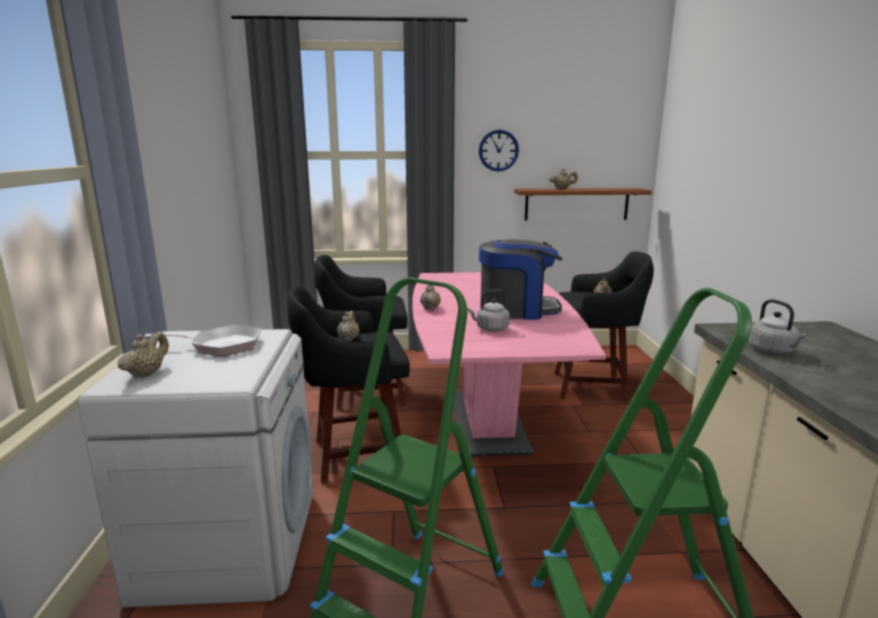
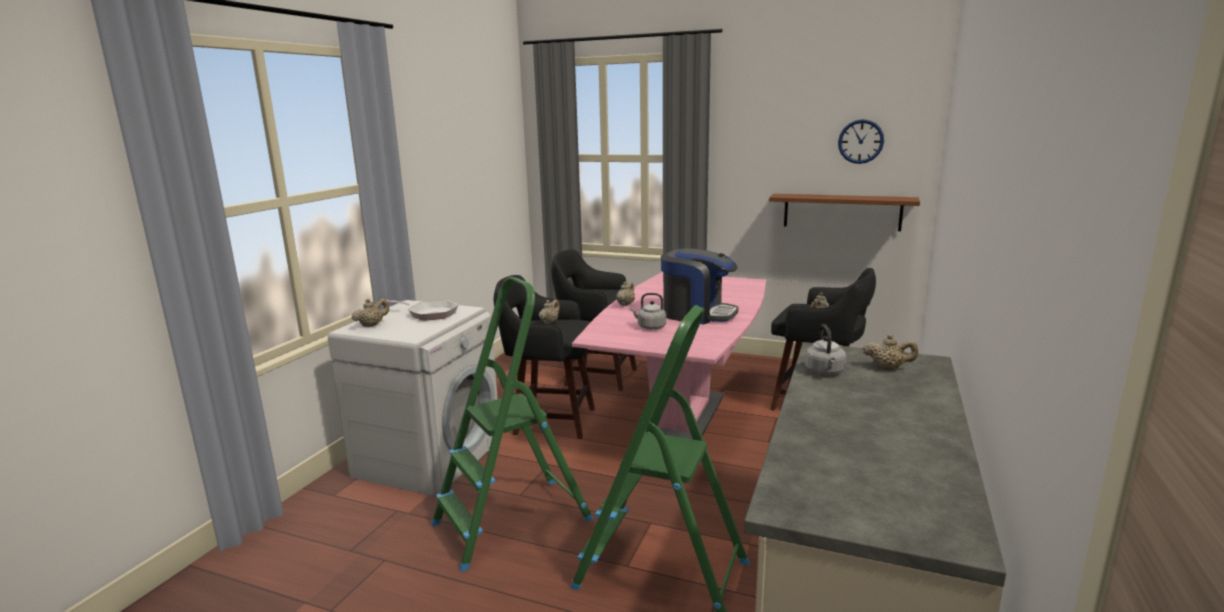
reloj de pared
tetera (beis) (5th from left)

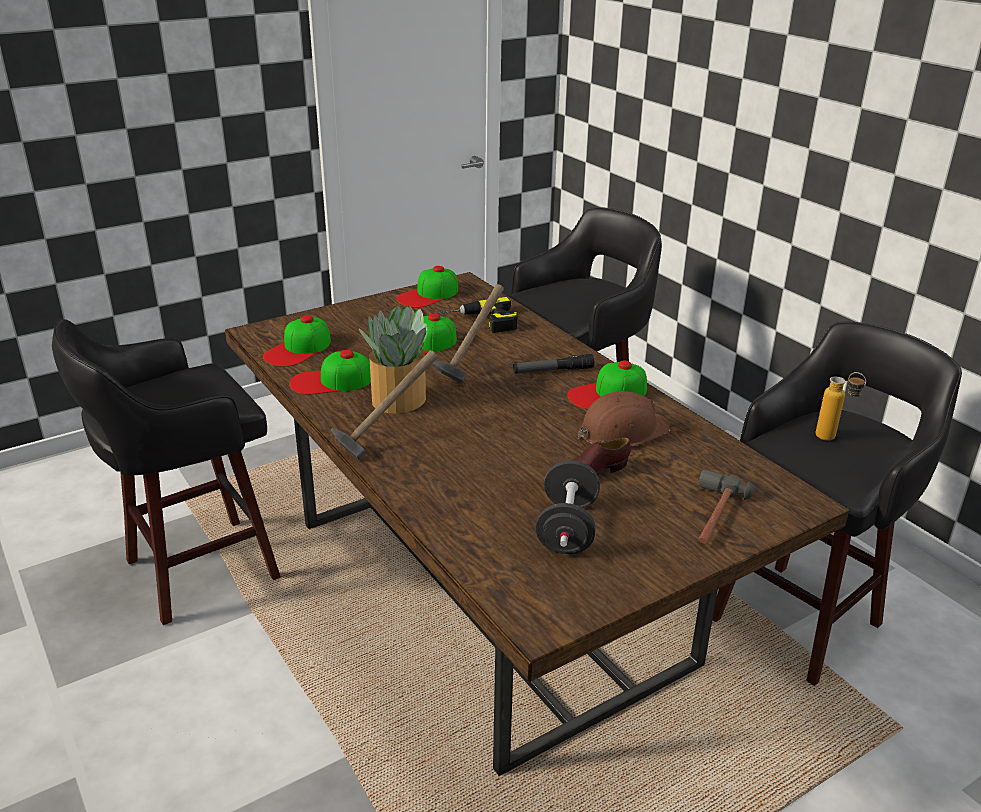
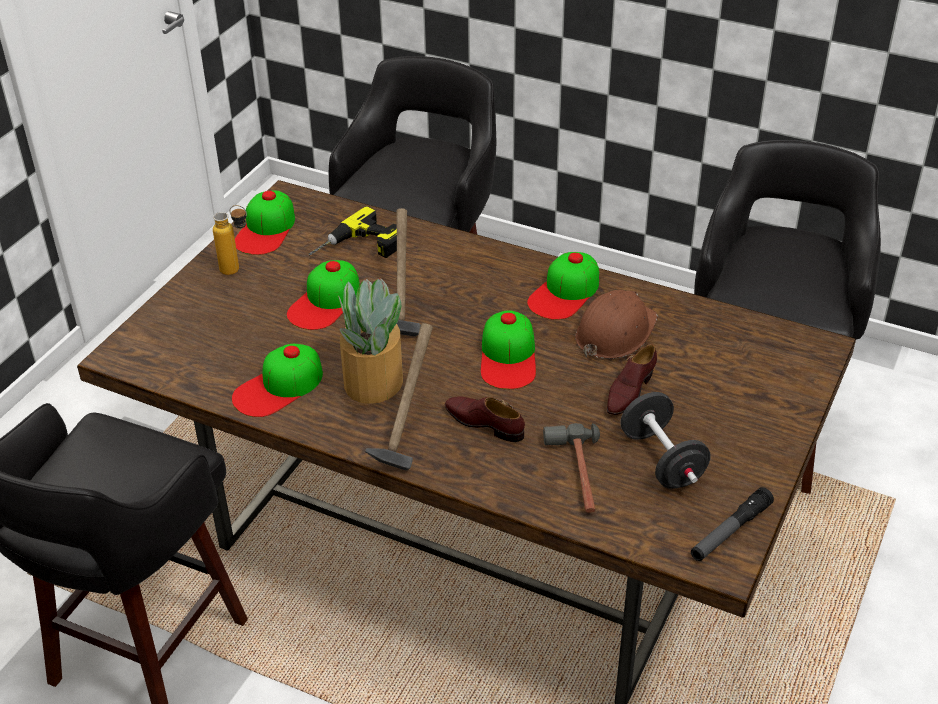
botella
zapato (marrón) (1st from left)
gorra (4th from left)
martillo (3rd from left)
linterna

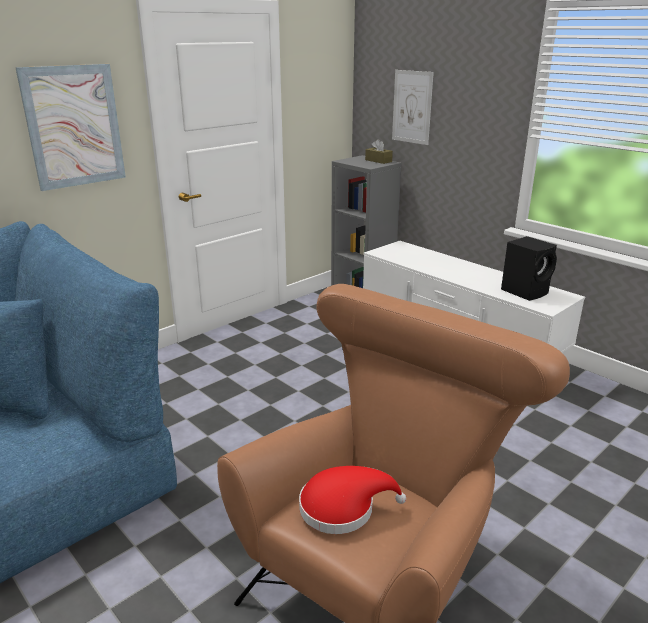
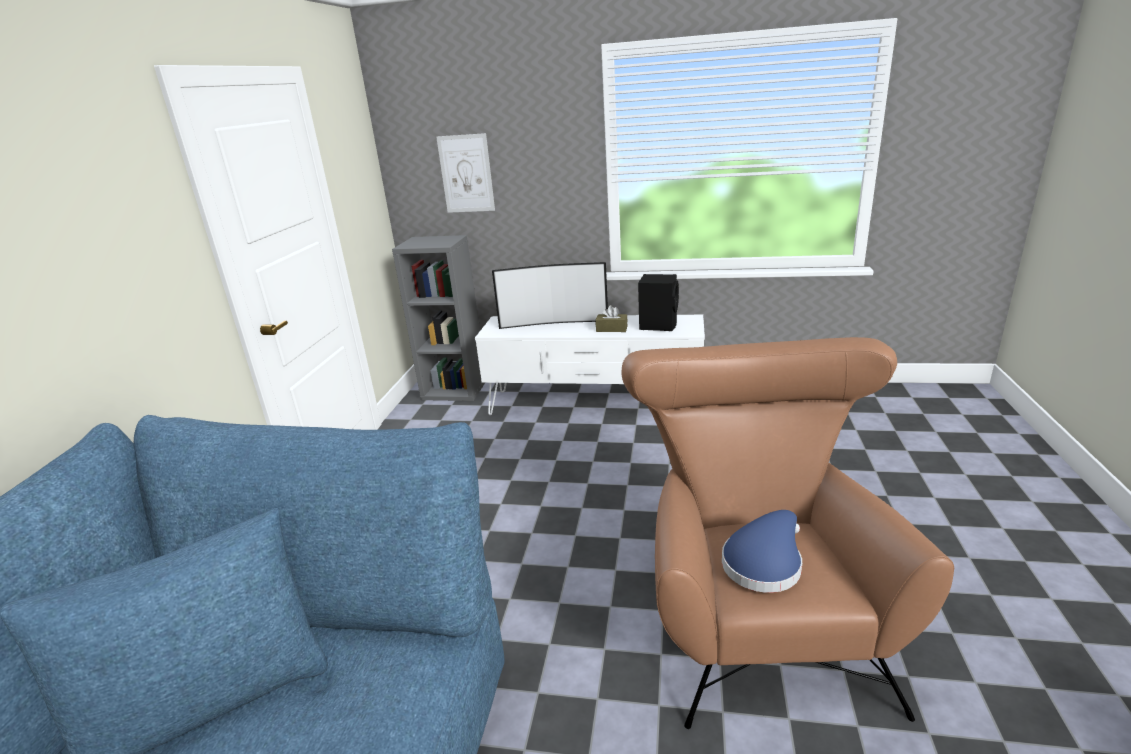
televisor
caja de pañuelos (marrón)
sombrero (azul)
cuadro (1st from left in the first image)

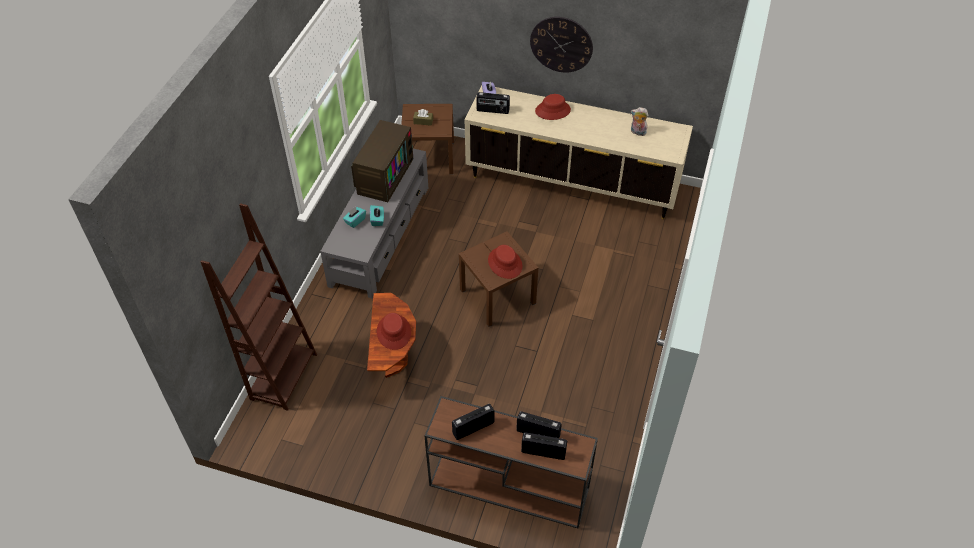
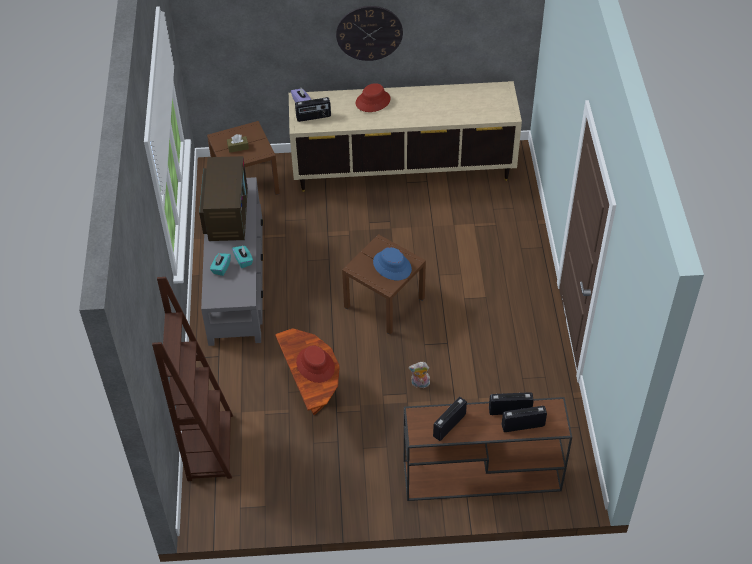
sombrero (azul)
peluche

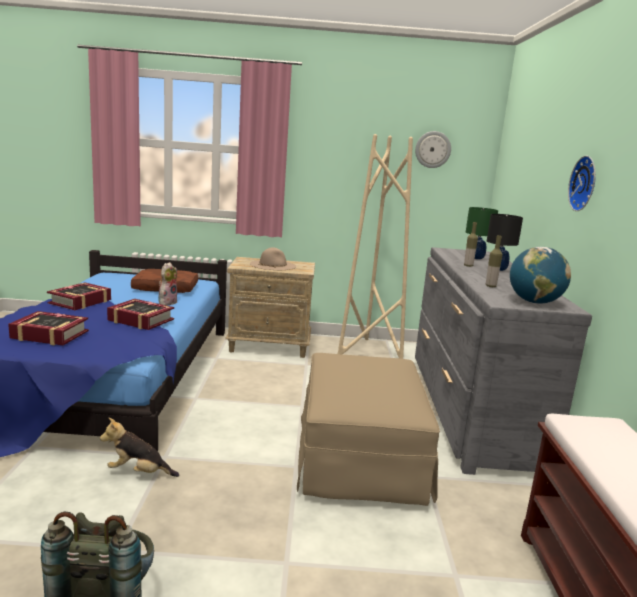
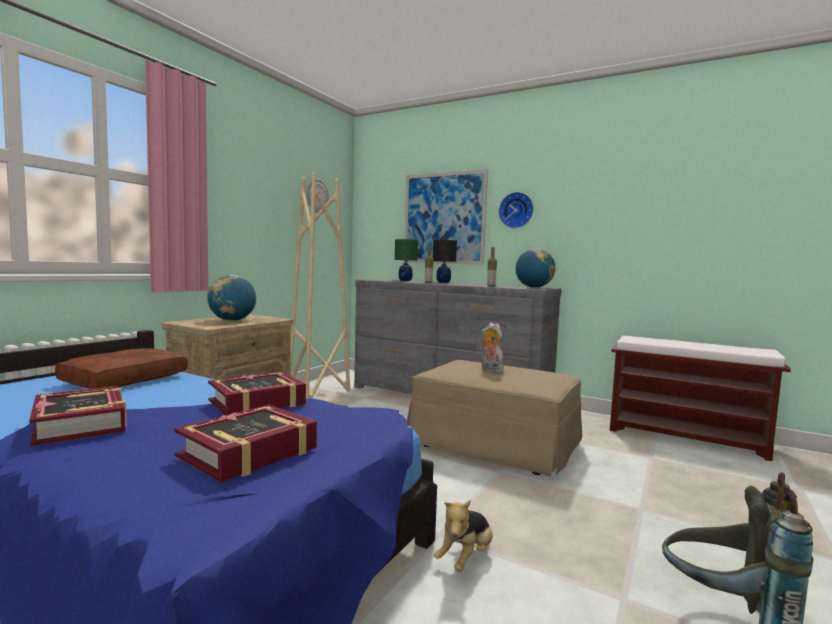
globo terráqueo (1st from left)
cuadro
peluche (2nd from left)

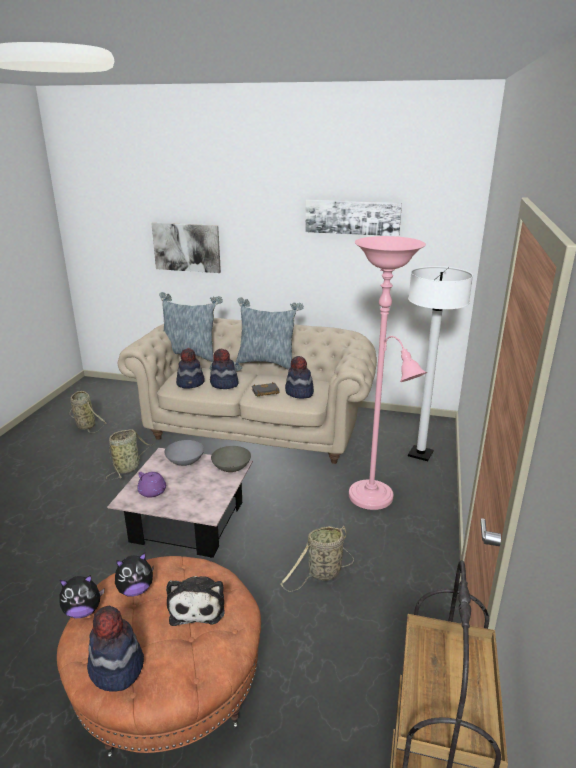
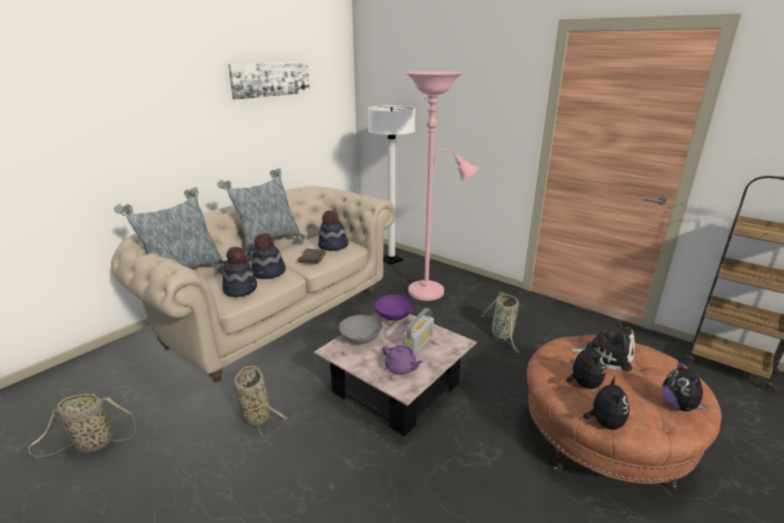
cuenco (morado)
tetera (morado)
radio
peluche (4th from left)
cuadro (1st from left in the first image)

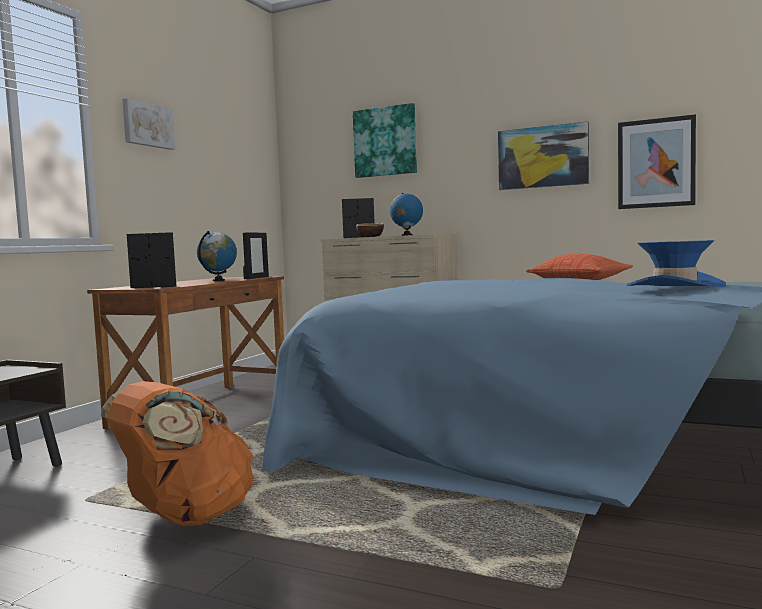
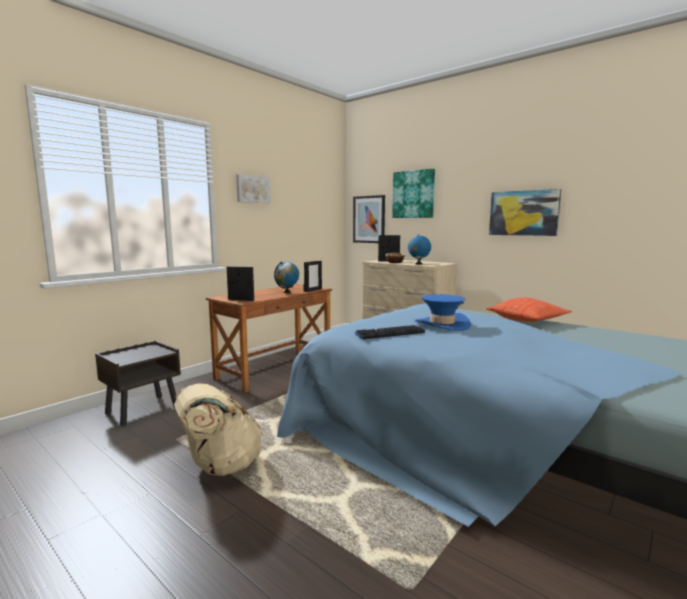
mochila (beis)
cuadro (2nd from left)
teclado
sombrero (azul)

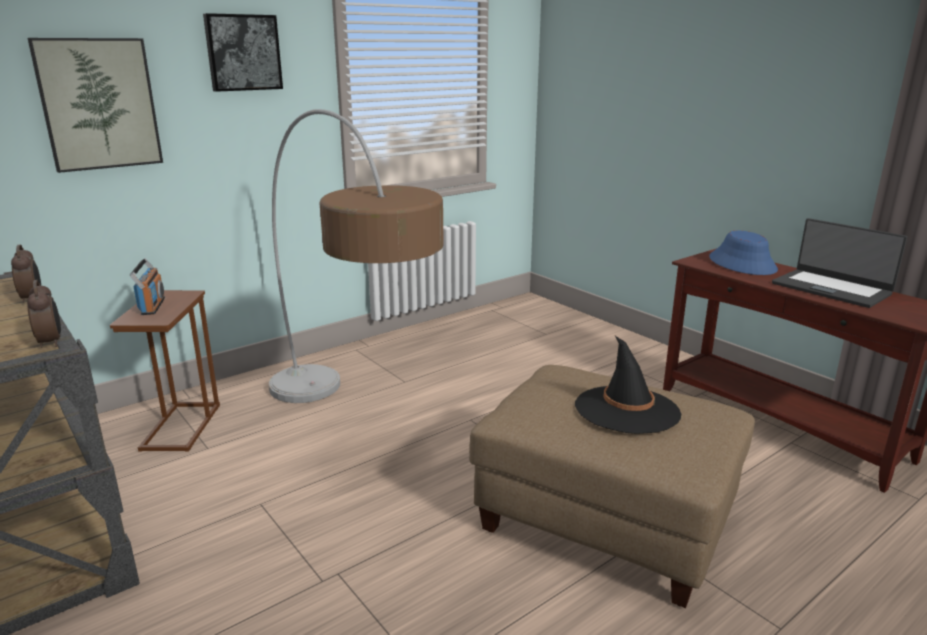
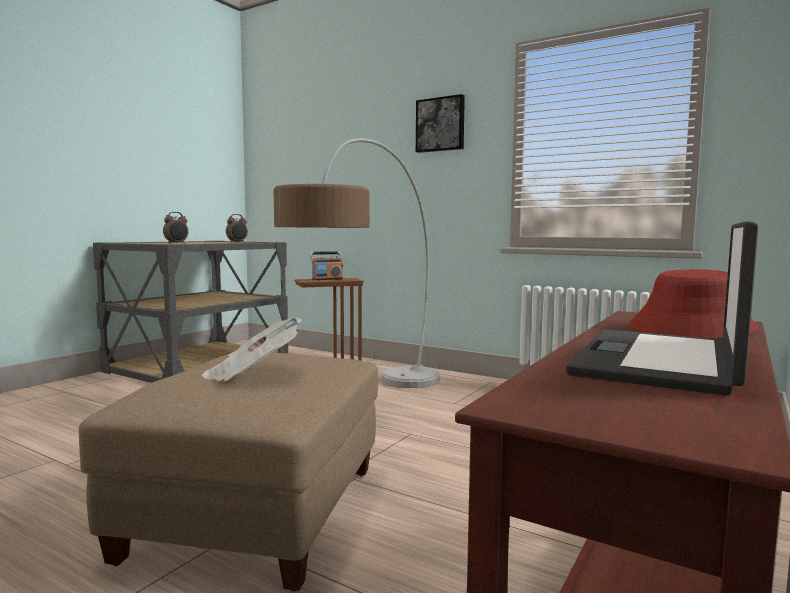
periódico
sombrero (rojo)
cuadro (1st from left in the first image)

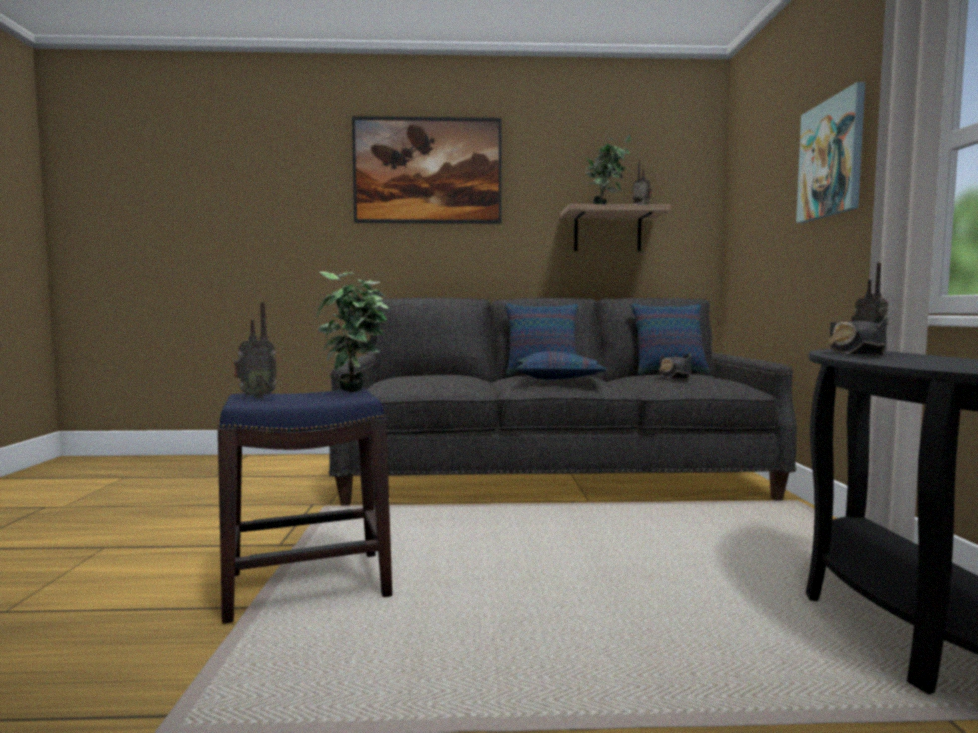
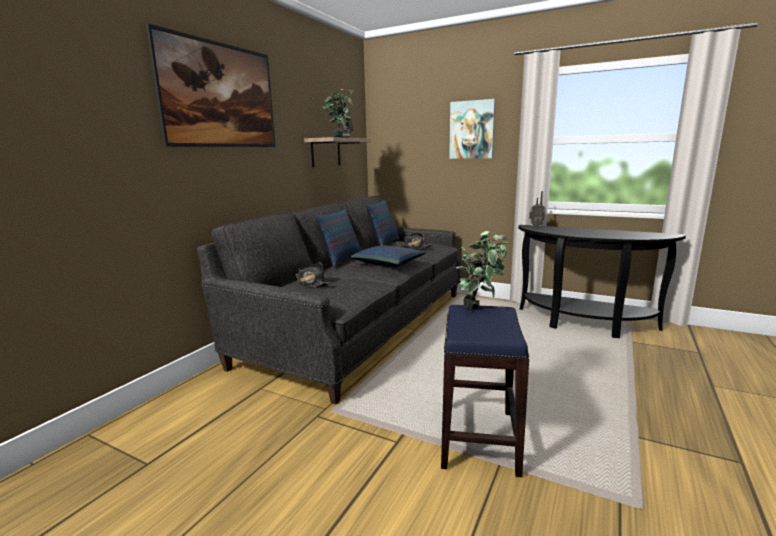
sombrero (negro) (1st from left)
radio (1st from left in the first image)

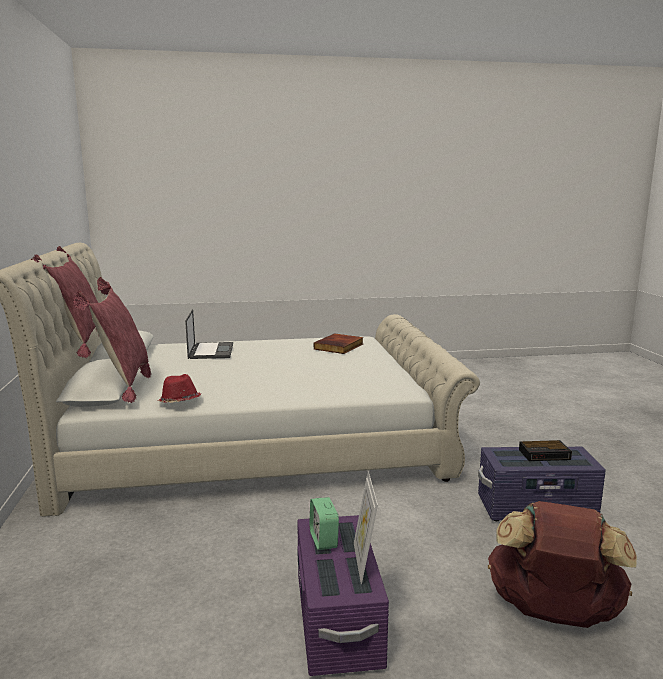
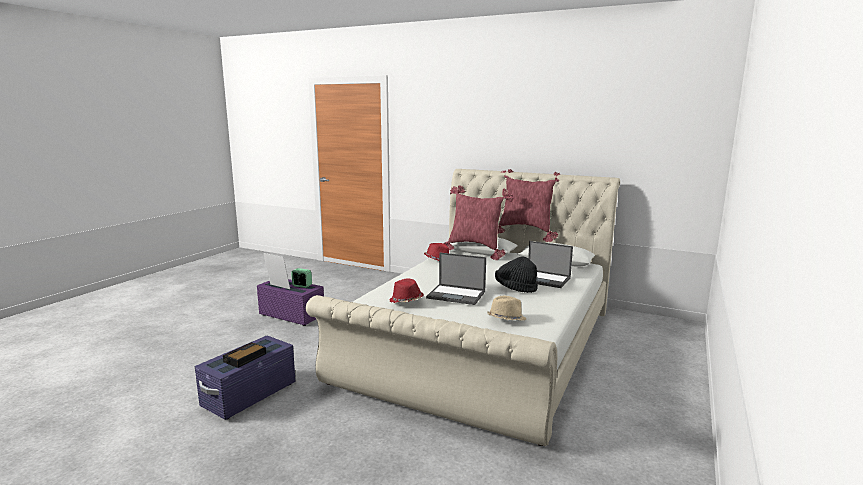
sombrero (rojo) (1st from left)
portátil (1st from left)
sombrero (beis)
sombrero (negro)
mochila (marrón)

